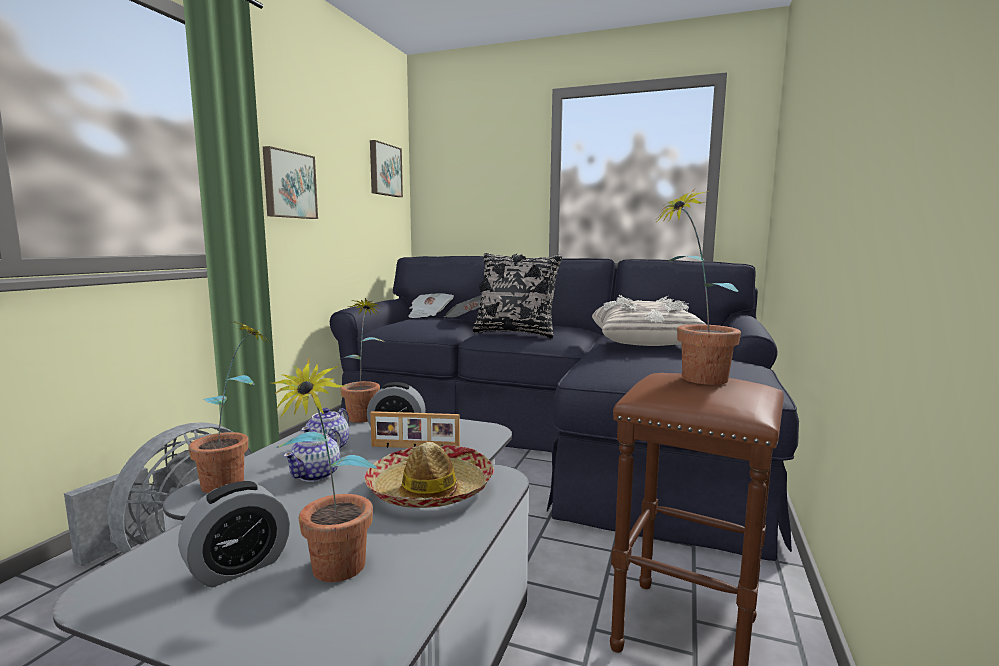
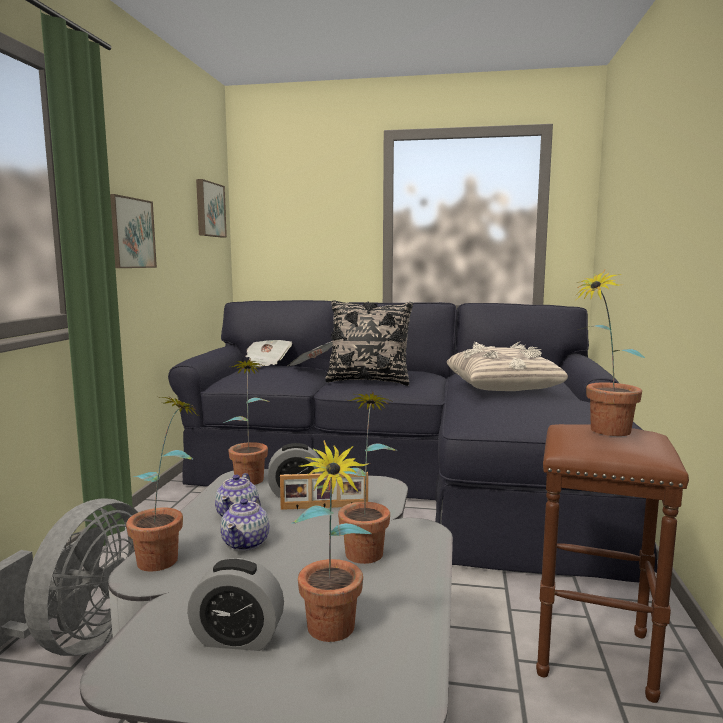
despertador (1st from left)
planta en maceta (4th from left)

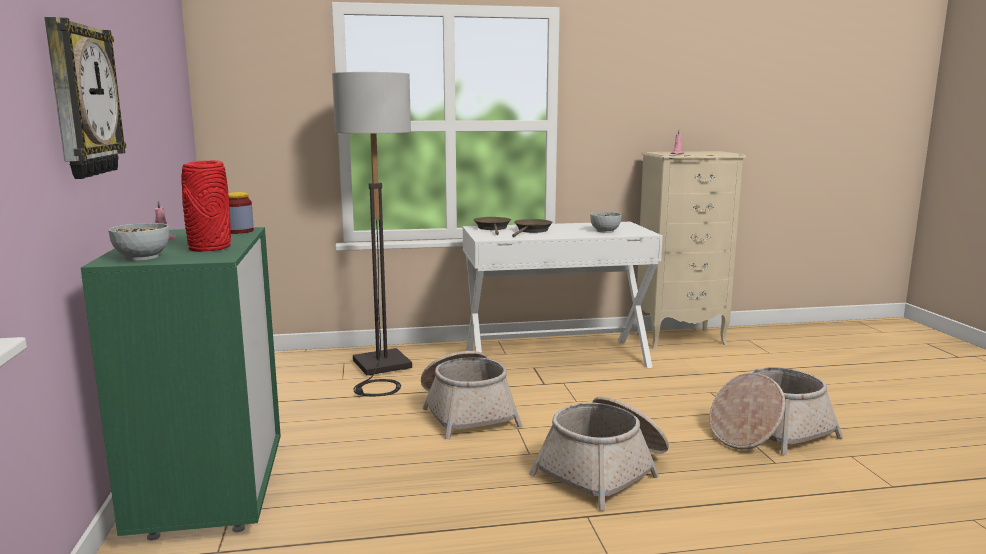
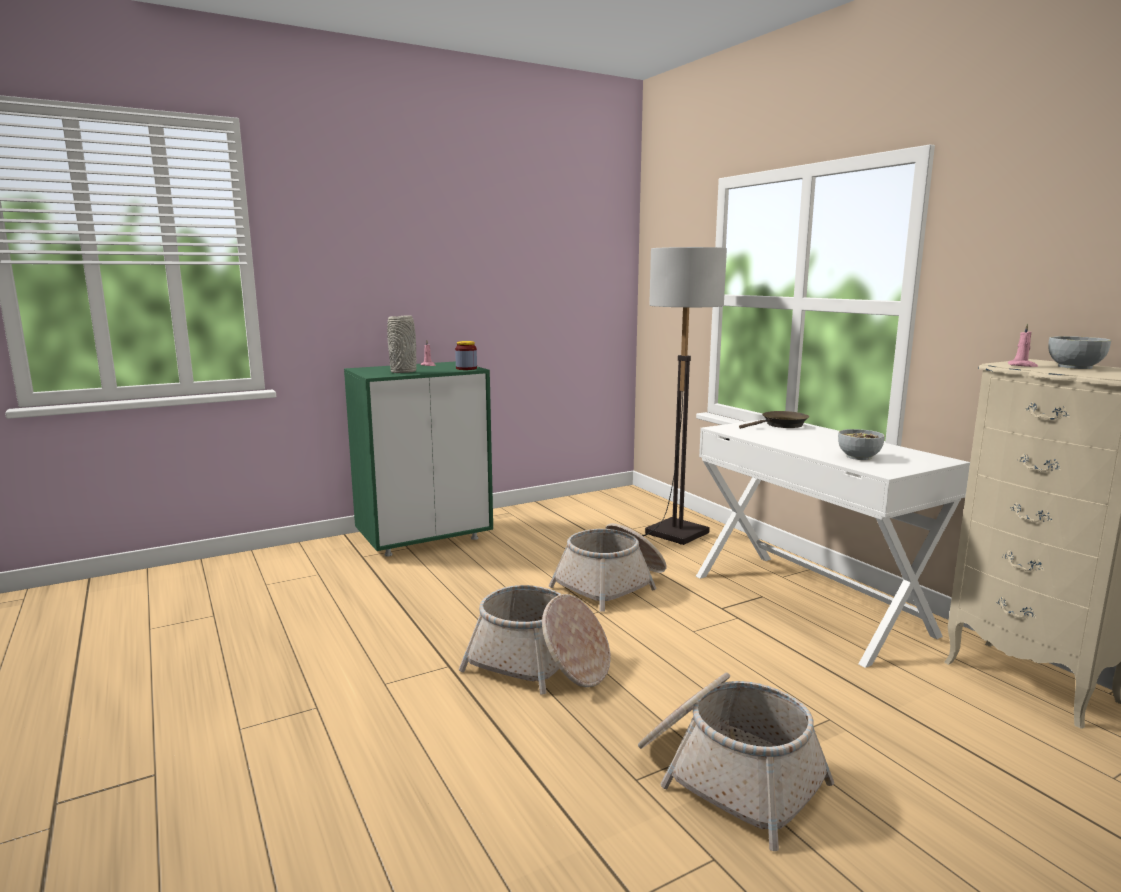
florero (gris)
cuenco (2nd from left)
reloj de pared
sartén (marrón) (2nd from left in the first image)

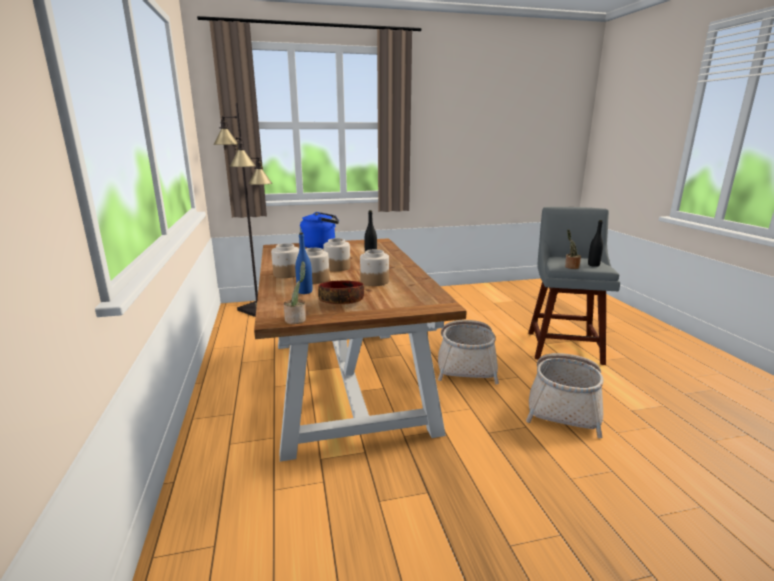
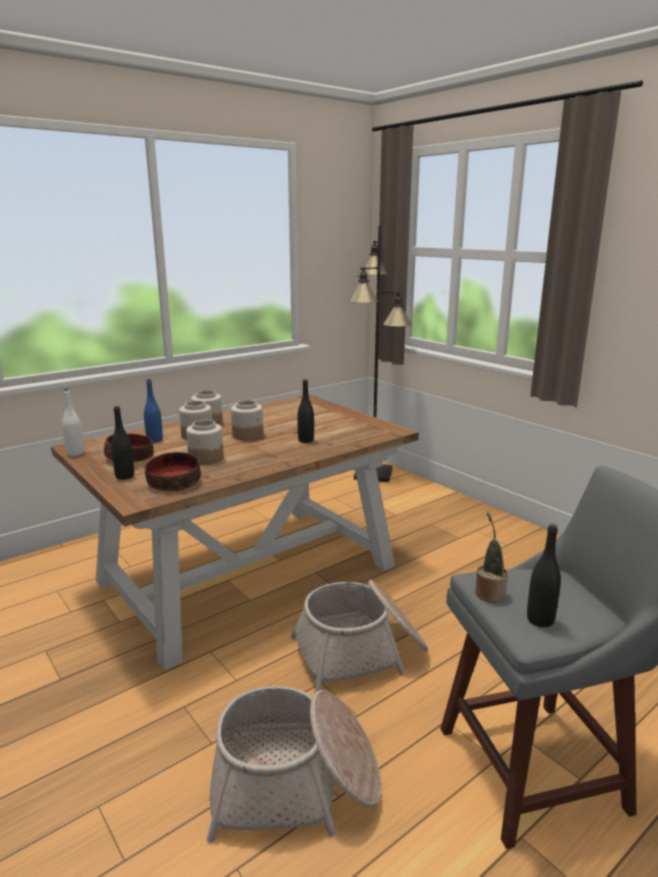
botella (blanco)
botella (negro) (1st from left)
cuenco (2nd from left)
hervidor (azul)

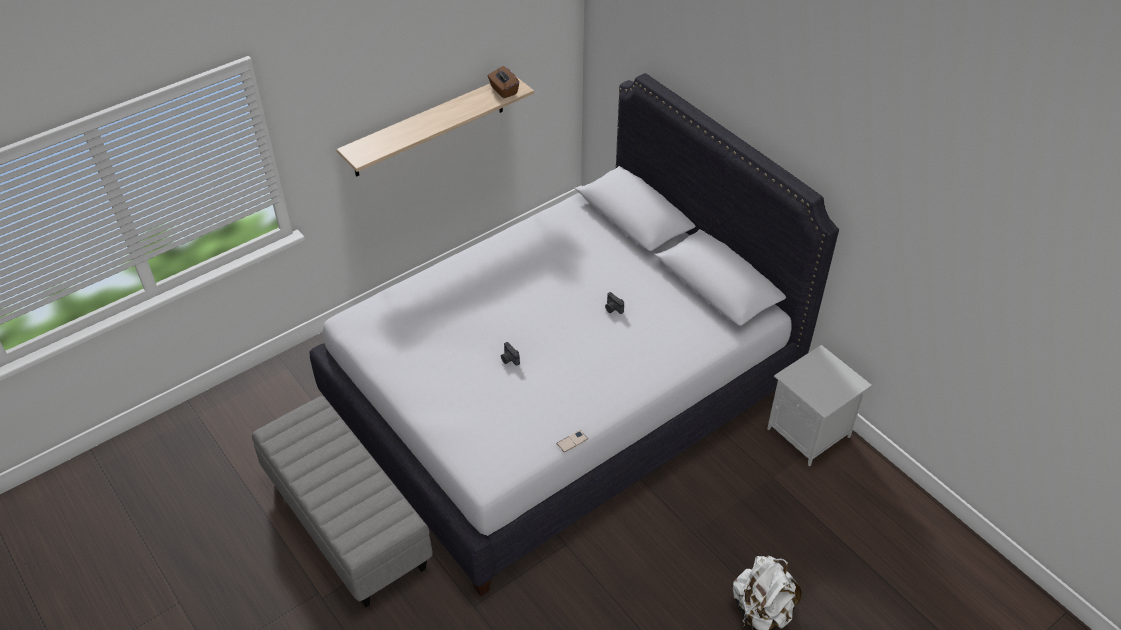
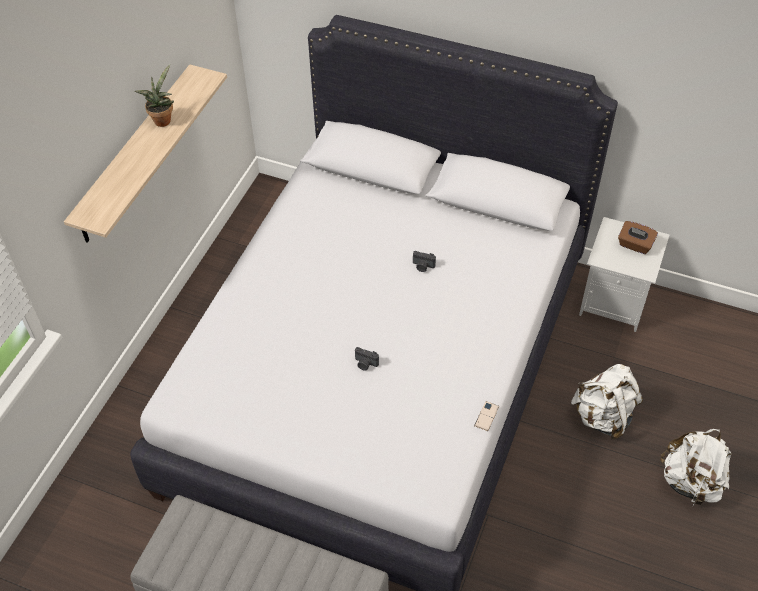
planta en maceta
mochila (blanco) (1st from left)
caja de pañuelos (marrón)

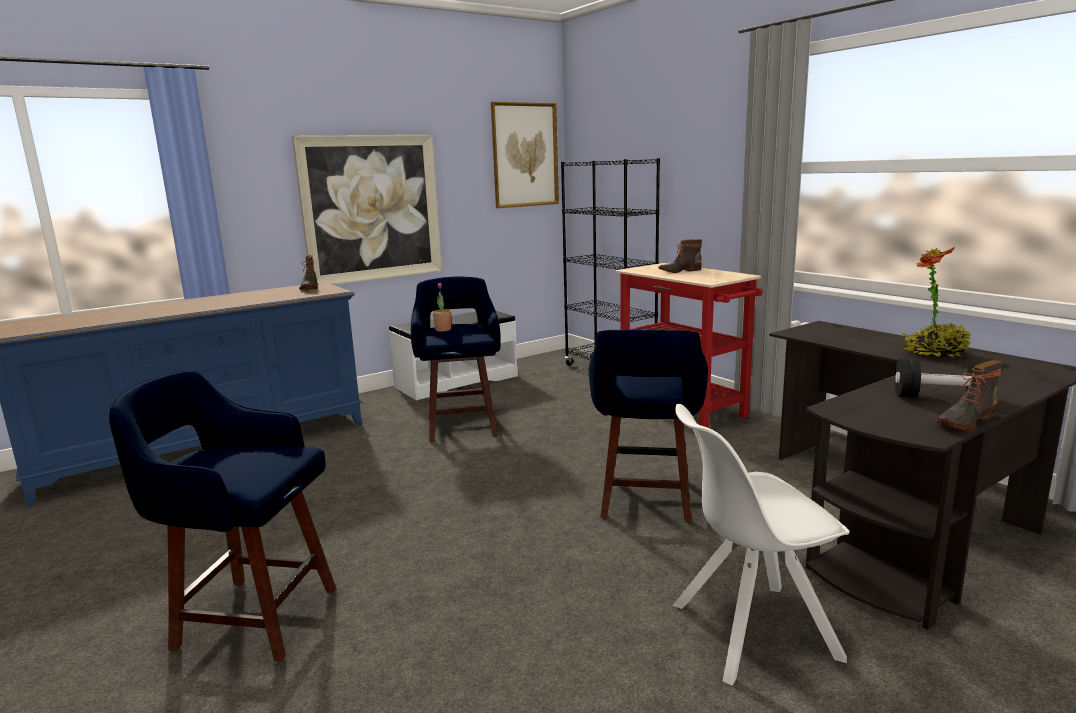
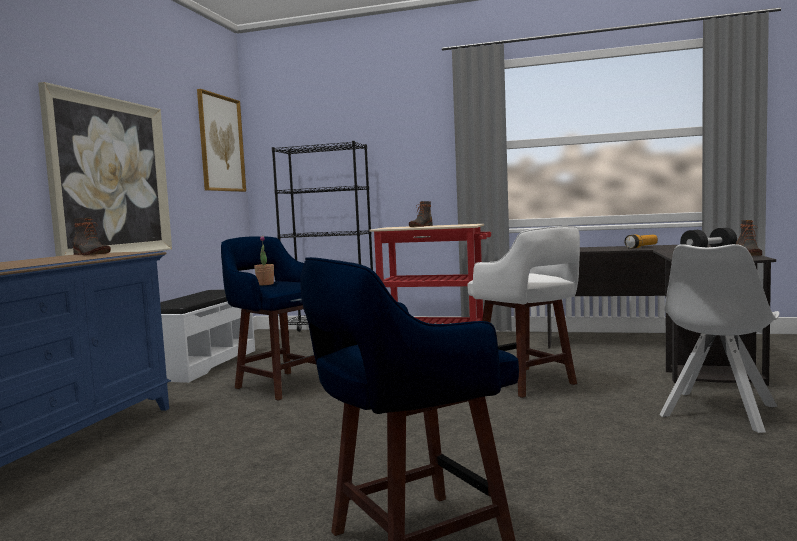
taburete (blanco)
linterna

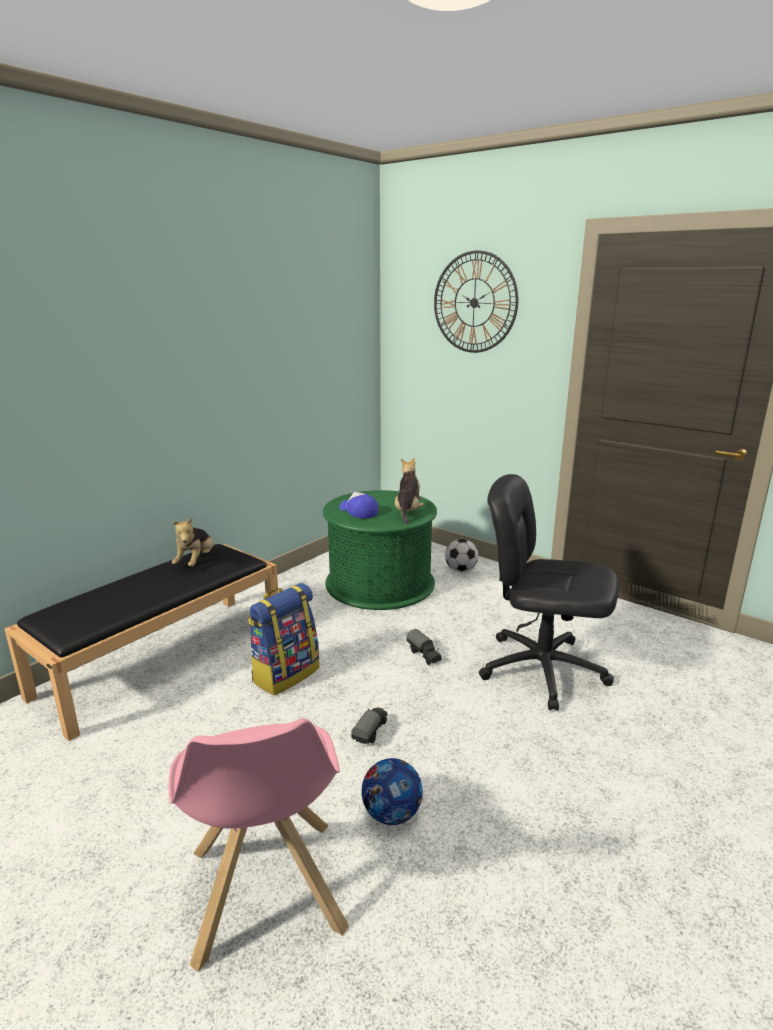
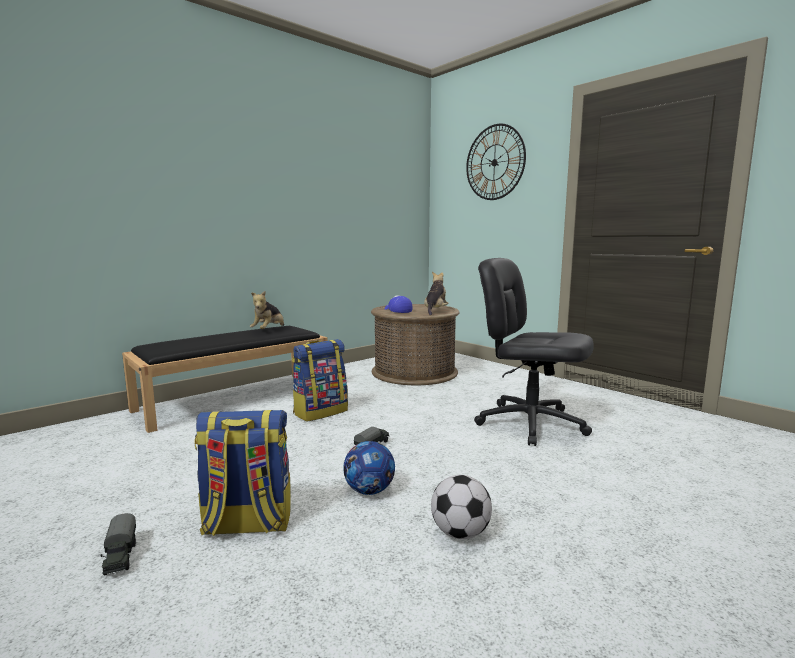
camión de juguete (1st from left)
mochila (1st from left)
mesa de centro (marrón)
balón de fútbol (2nd from left)

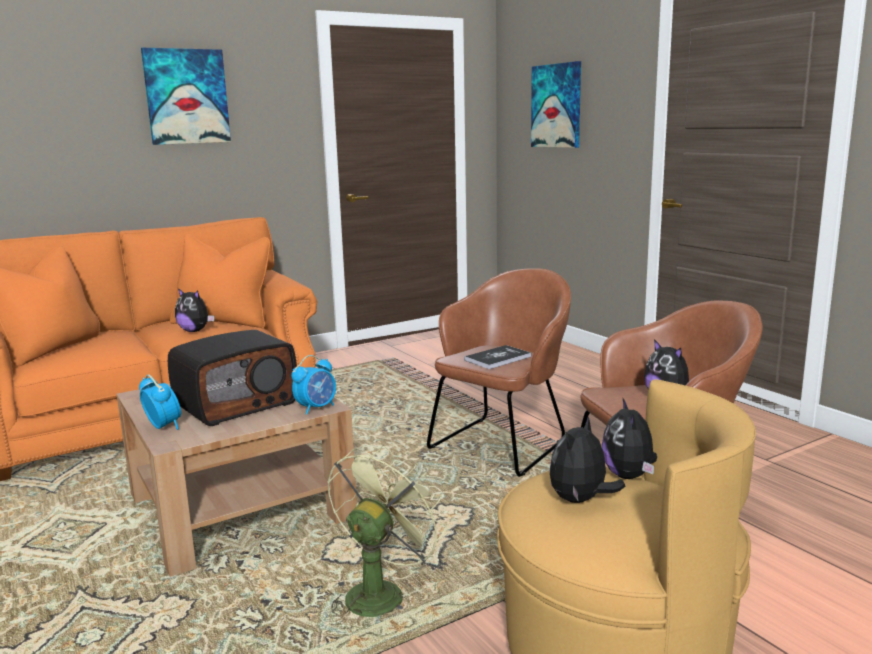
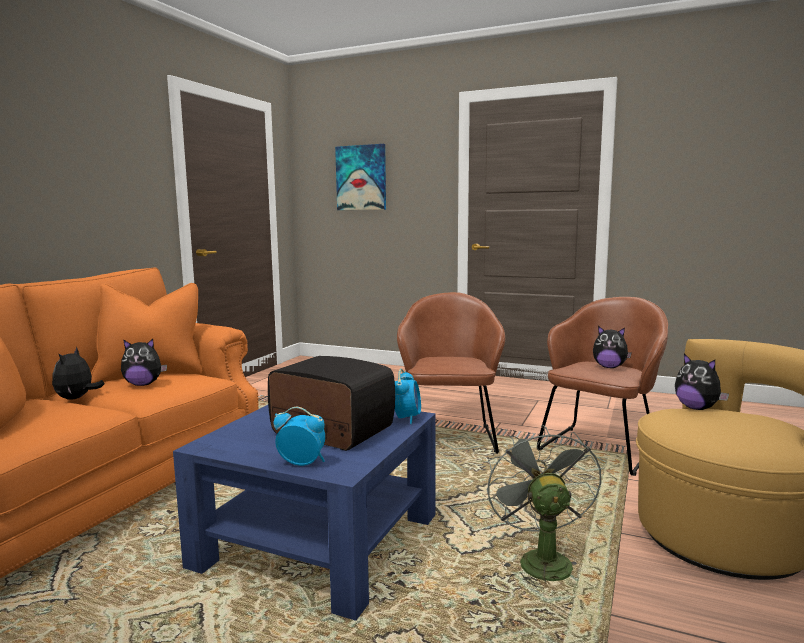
peluche (1st from left)
mesa de centro (azul)
radio
ventilador (gris)
cuadro (1st from left in the first image)
libro

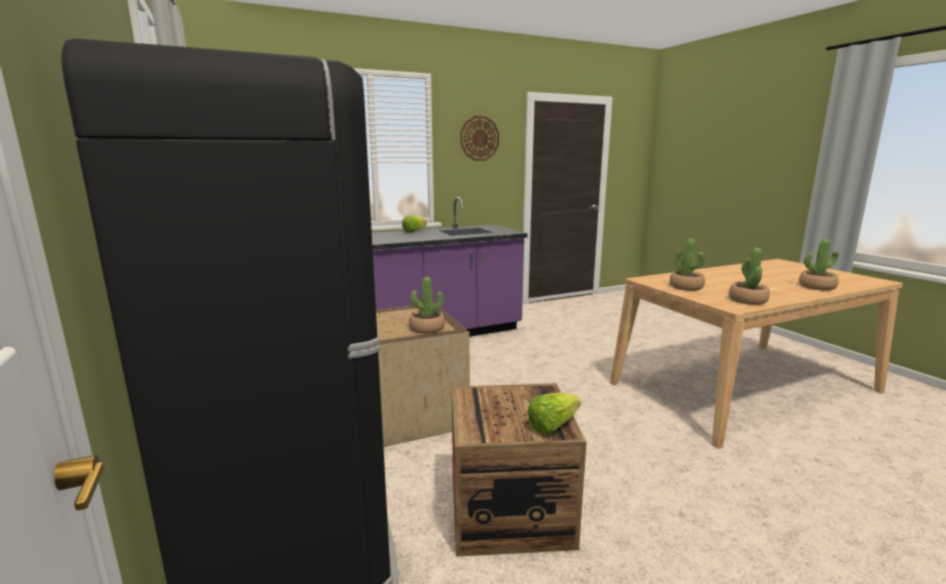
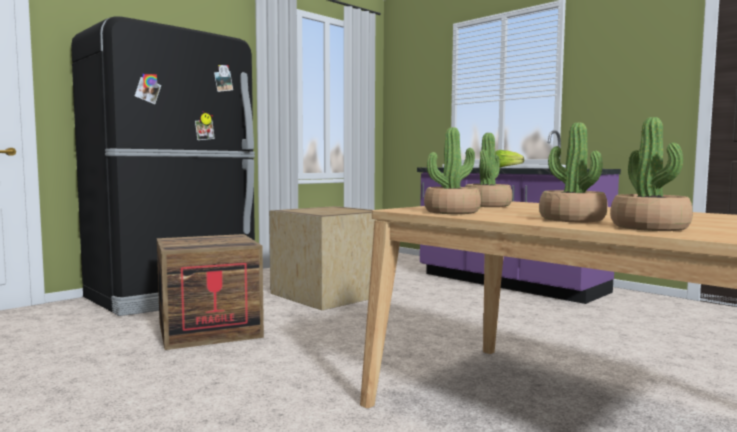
planta en maceta (3rd from left)
reloj de pared
lechuga (2nd from left in the first image)

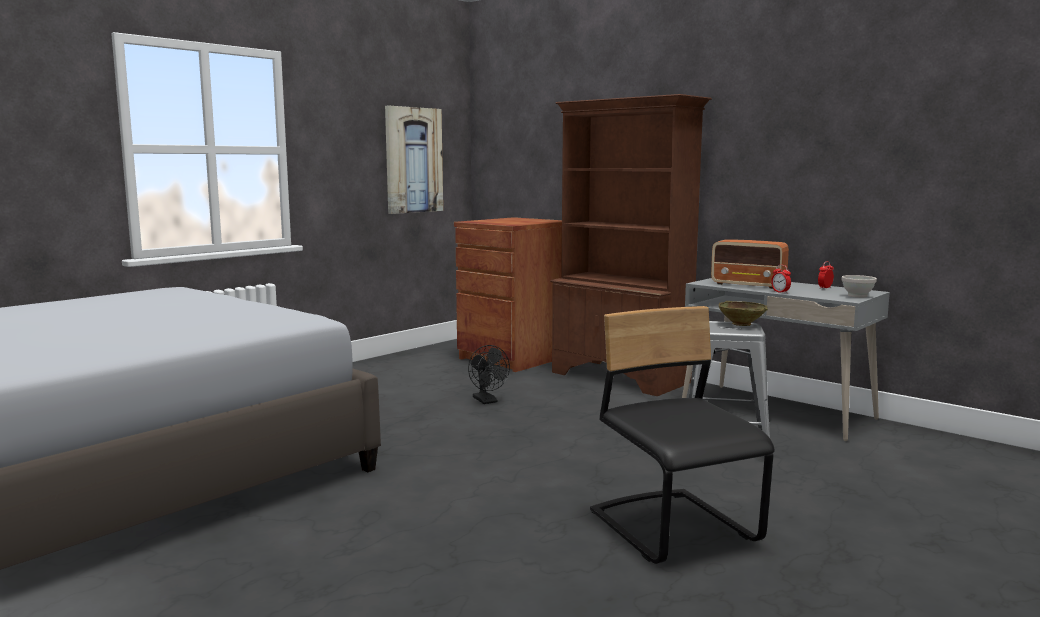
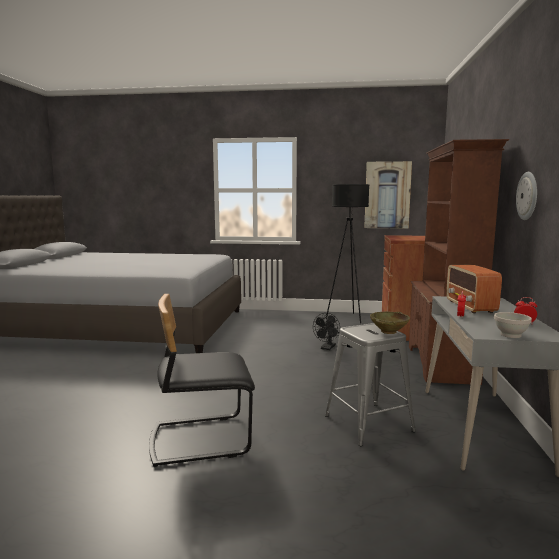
silla (negro)
lámpara de pie (negro)
reloj de pared

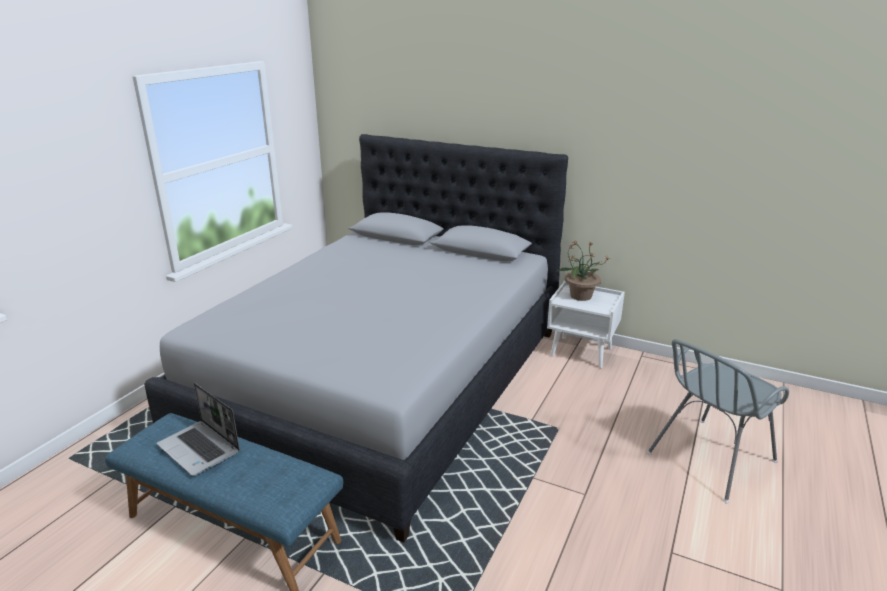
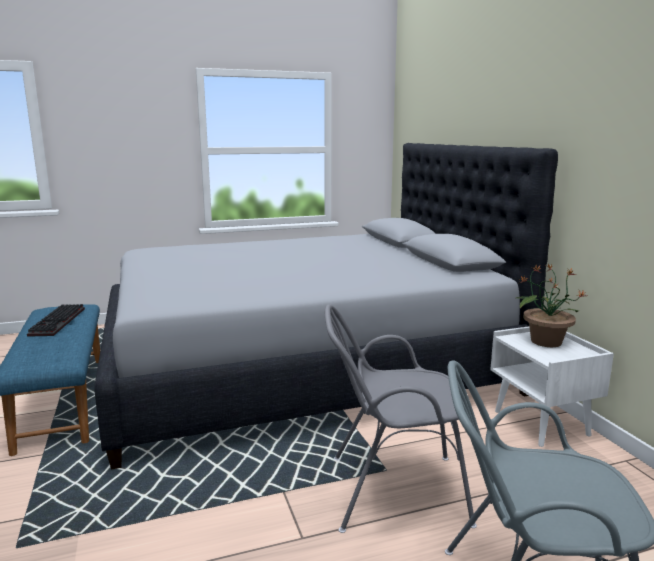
teclado
silla (gris) (1st from left)

